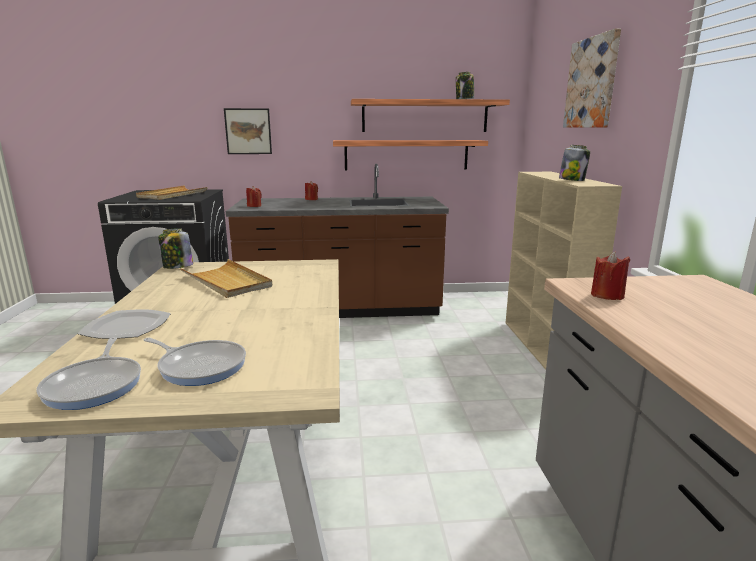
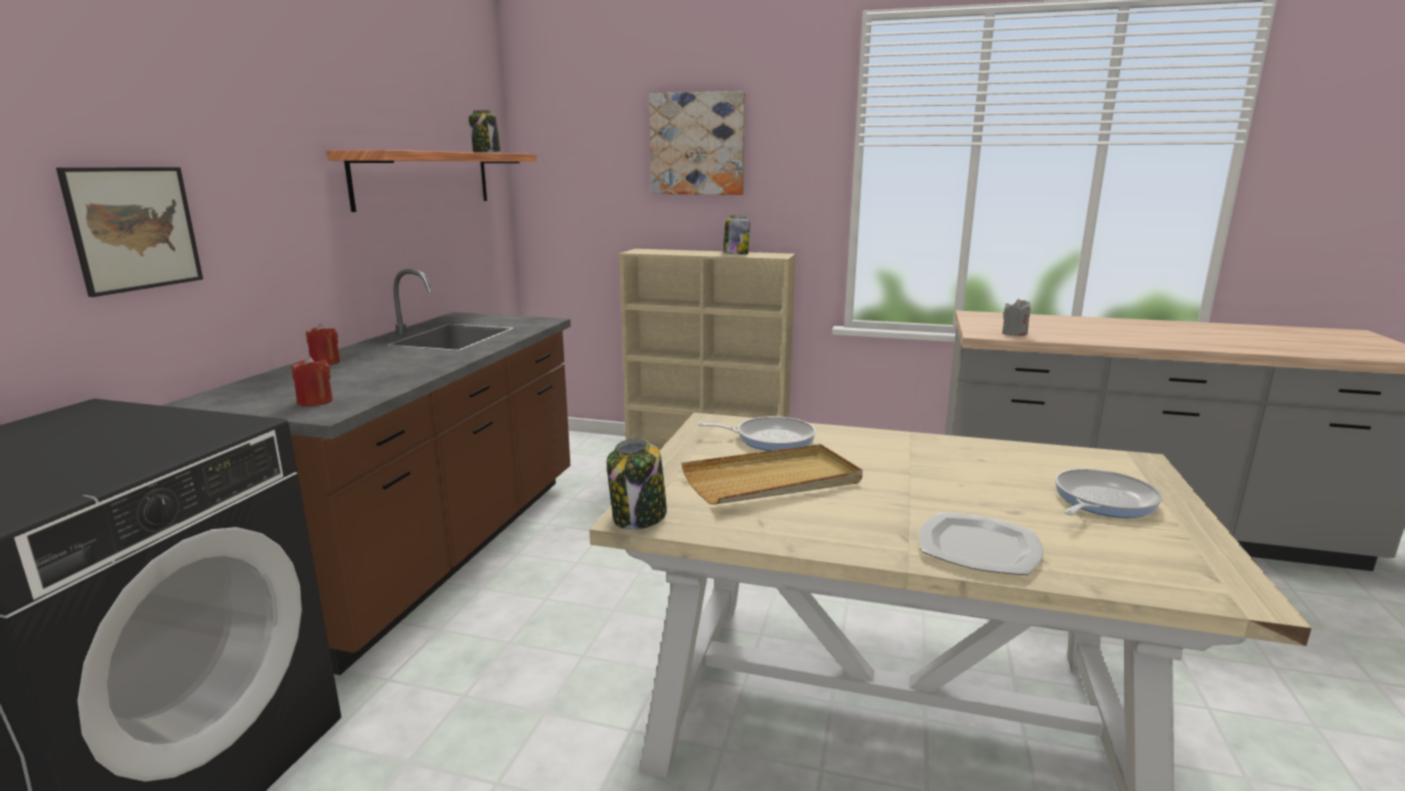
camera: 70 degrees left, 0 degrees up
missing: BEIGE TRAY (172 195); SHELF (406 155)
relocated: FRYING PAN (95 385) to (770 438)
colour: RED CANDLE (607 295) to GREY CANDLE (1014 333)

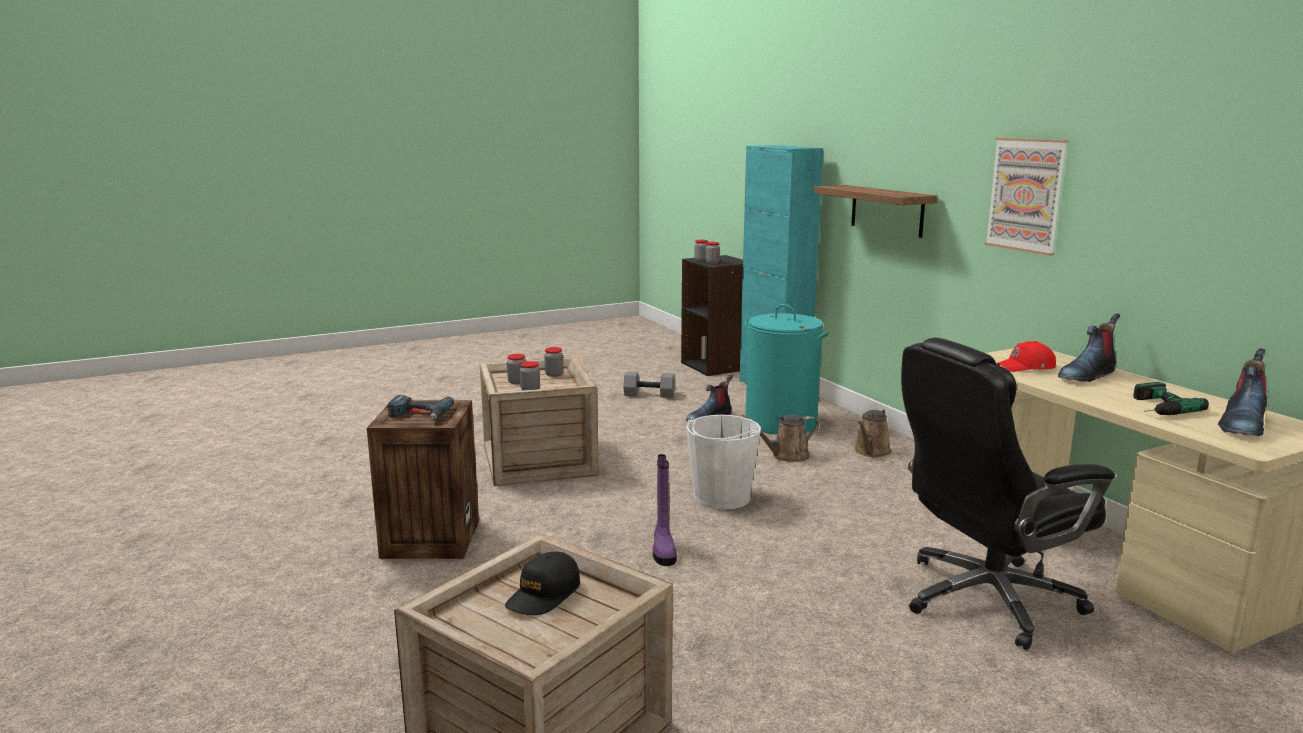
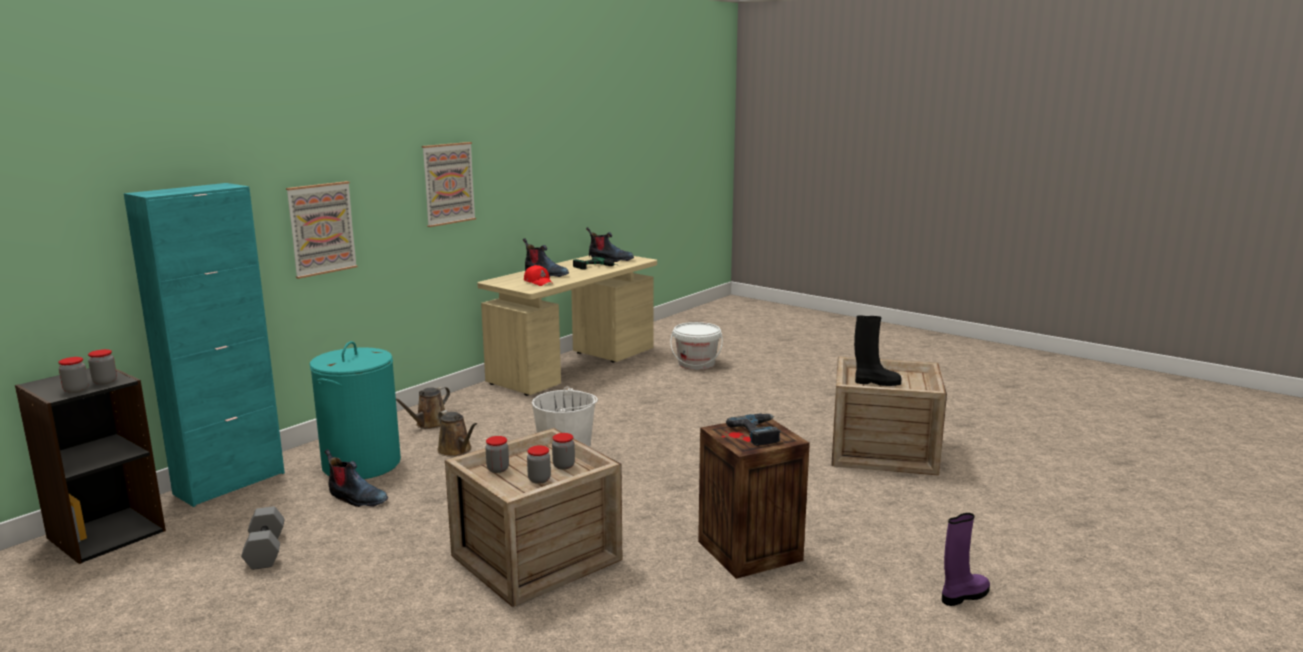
camera: 115 degrees left, 0 degrees up
missing: BLACK OFFICE CHAIR (985 599)
appeared: WHITE BUCKET (696 364)
relocated: PURPLE BOOT (663 550) to (963 596)
exchanged: SHELF (887 210) to PICTURE (321 228); BLACK CAP (543 595) to BLACK BOOT (876 382)
spun: BROWN WATERING CAN (871 452) = (429 424) 120 degrees clockwise

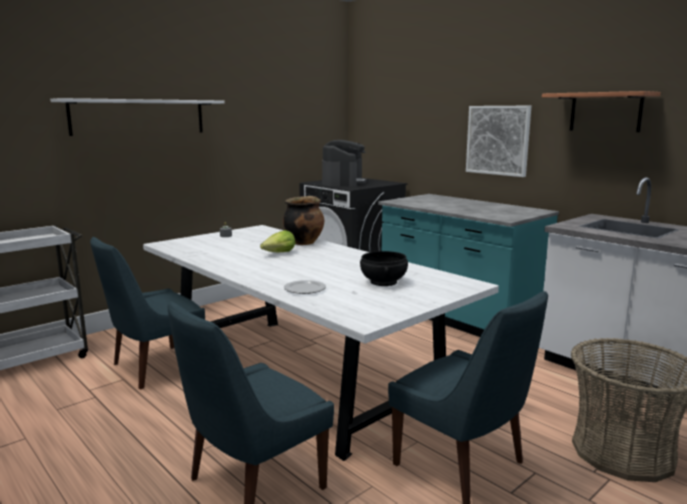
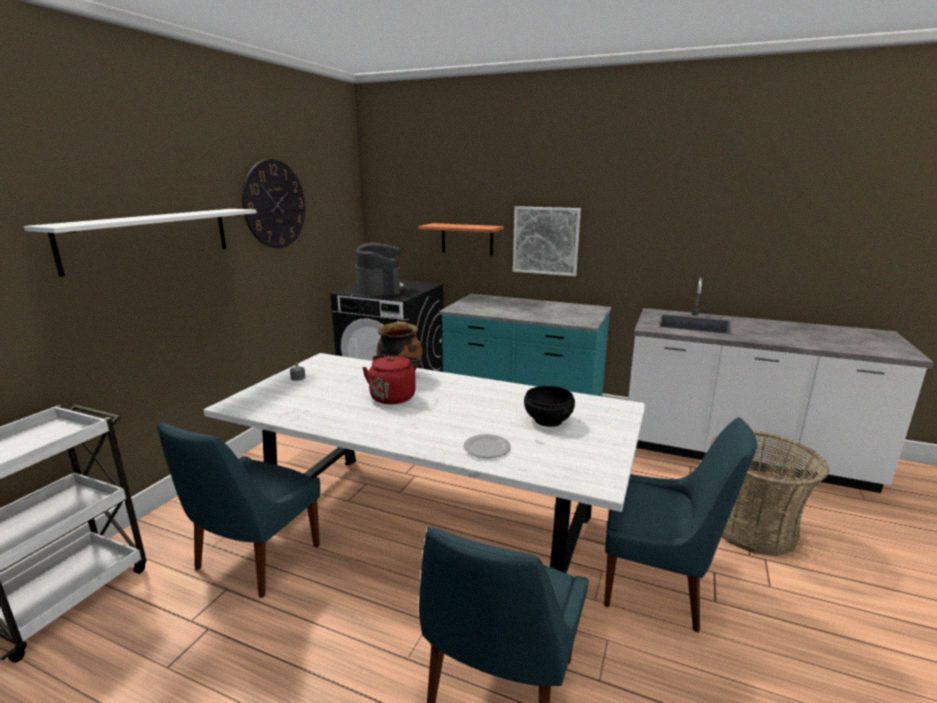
camera: 25 degrees left, 5 degrees up
appeared: WALL CLOCK (274 204)
relocated: SHELF (605 112) to (467 239)
exchanged: LETTUCE (279 253) to RED KETTLE (394 396)

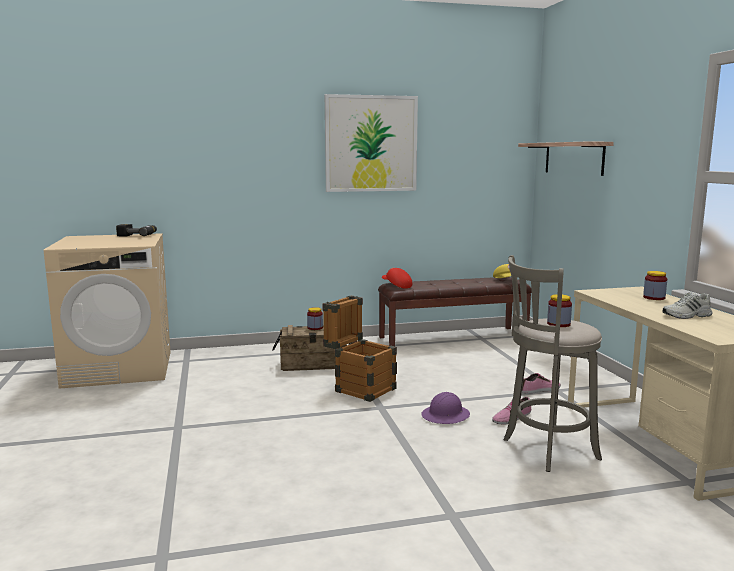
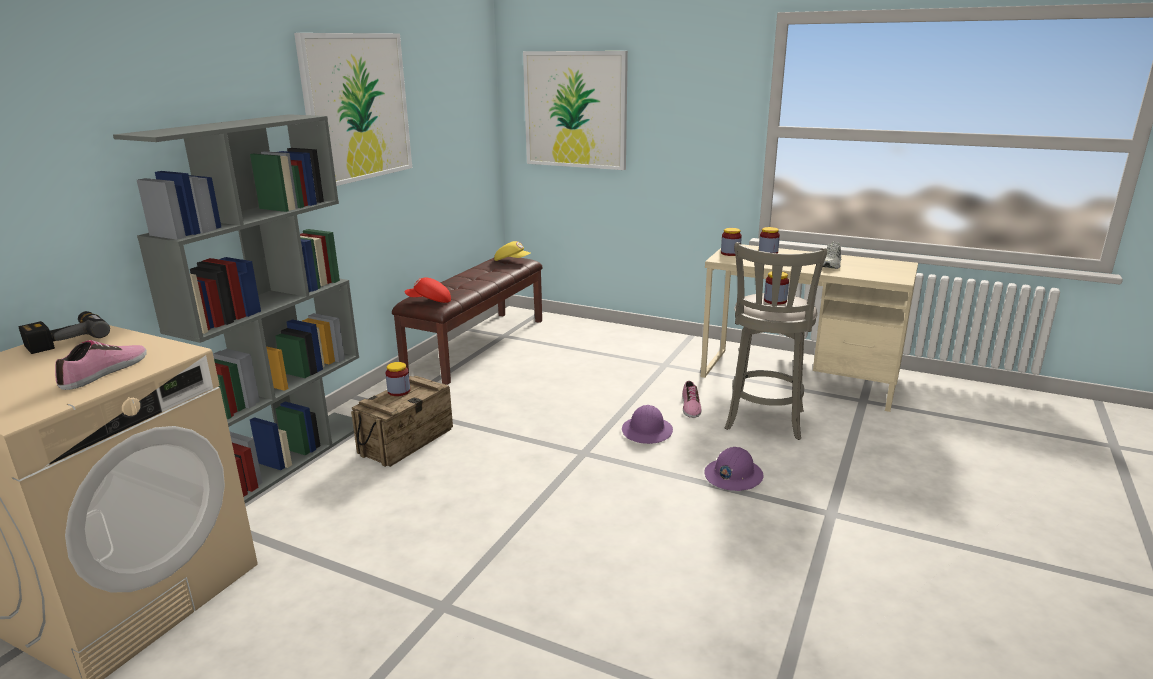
camera: 50 degrees left, 10 degrees up
missing: CRATE (360 388)
appeared: GREY BOOKCASE (290 456); PURPLE HARD HAT (733 476); JAR (730 253)
relocated: SHOE (540 390) to (105 372)
exchanged: SHELF (573 158) to PICTURE (575 110)

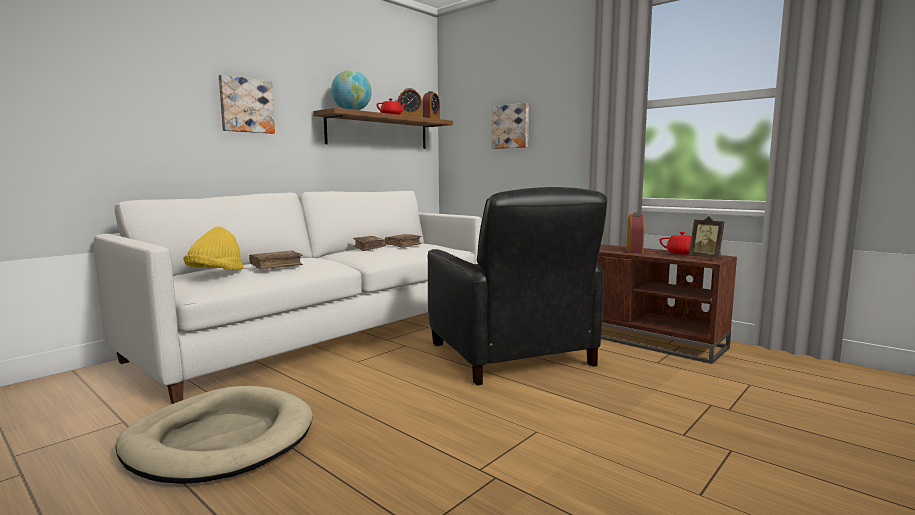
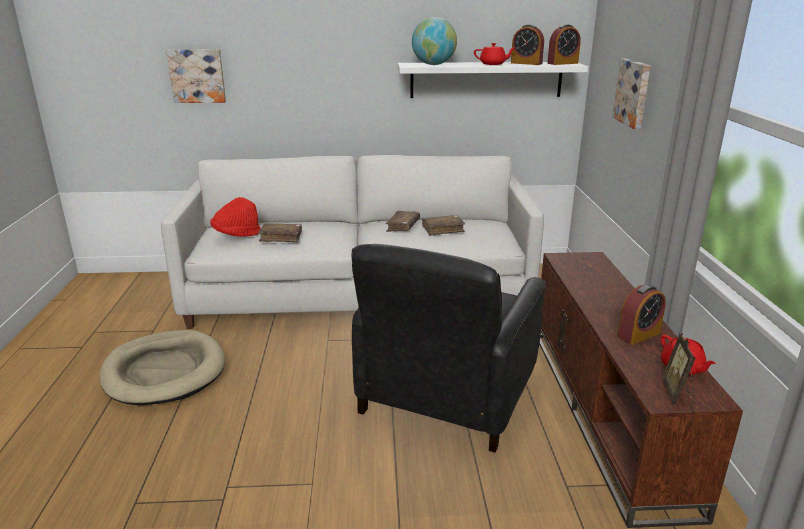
camera: 45 degrees right, 15 degrees up
relocated: PICTURE (246 105) to (197 76)
colour: YELLOW HAT (215 273) to RED HAT (236 235); BROWN SHELF (378 132) to WHITE SHELF (486 79)

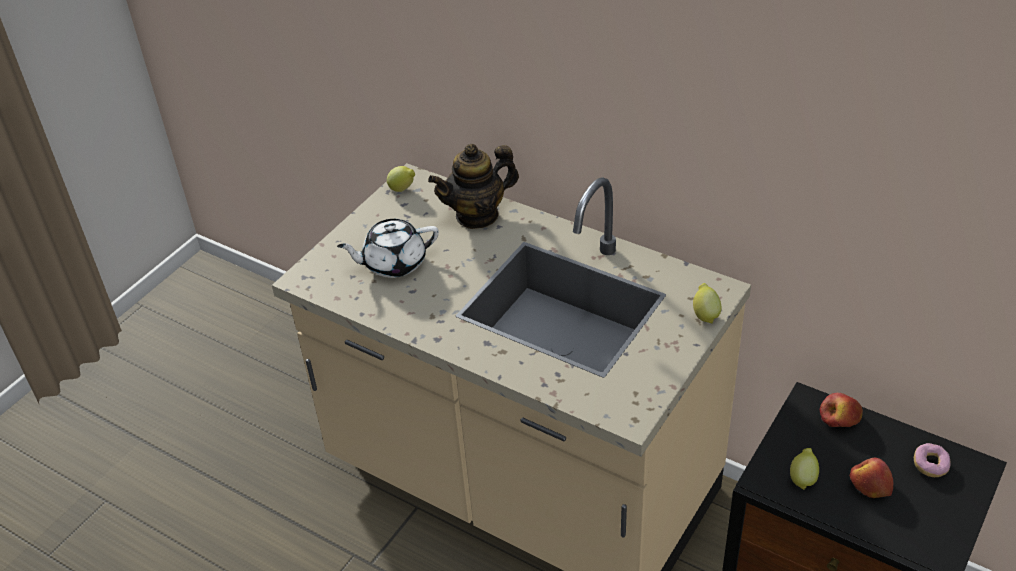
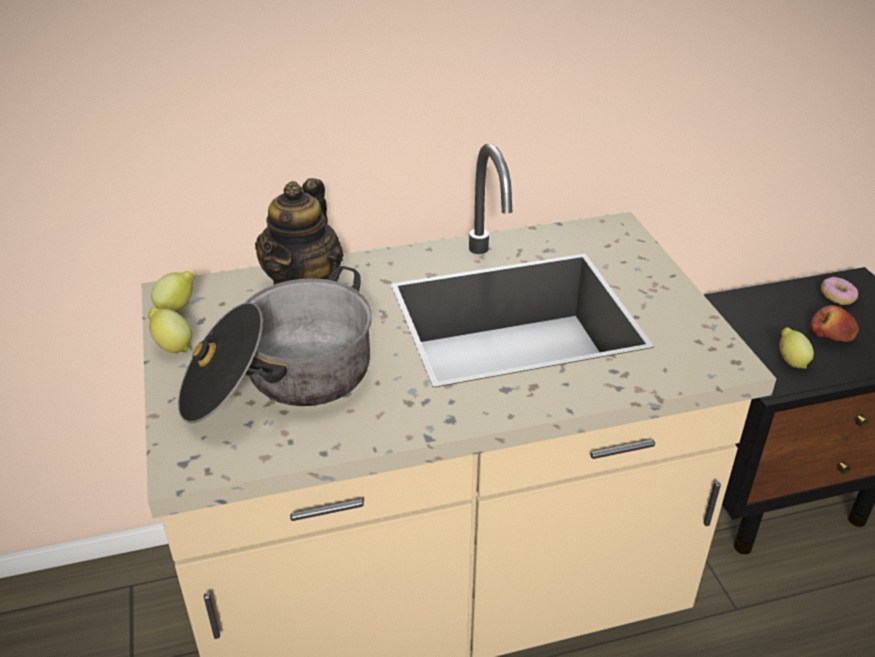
camera: 50 degrees left, 5 degrees down
missing: APPLE (839 418)
relocated: LEMON (705 314) to (172 346)
exchanged: WHITE TEAPOT (393 263) to COOKING POT (280 380)

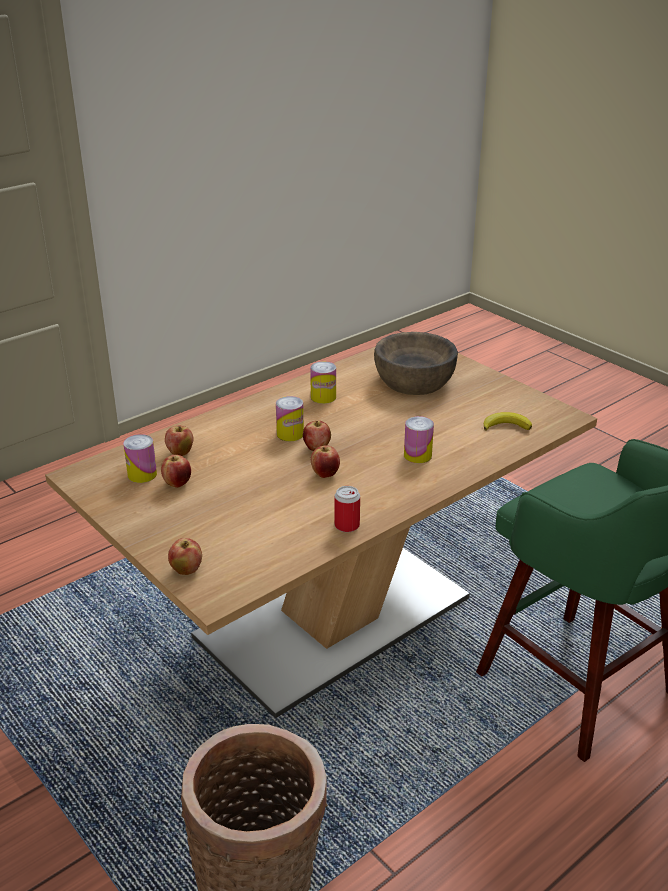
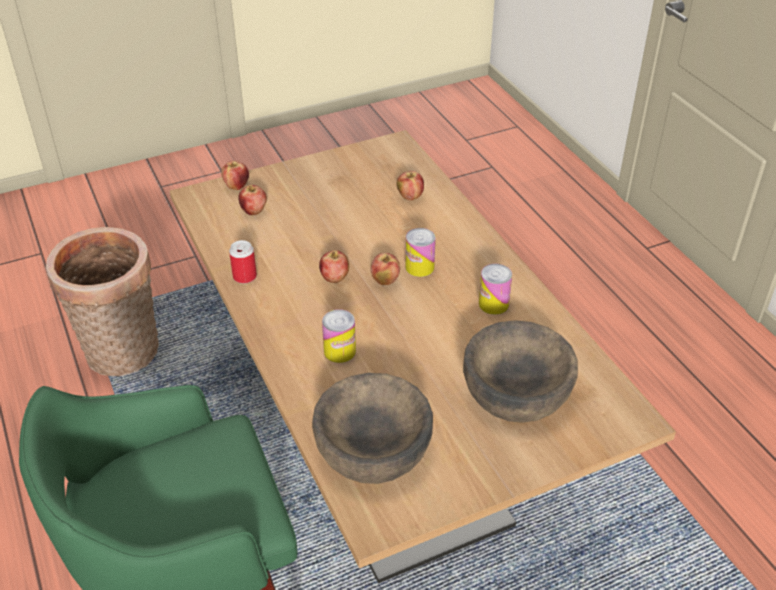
camera: 105 degrees right, 10 degrees up
missing: CAN (142 474)
relocated: APPLE (177 483) to (253 211)
exchanged: BANANA (506 425) to BROWN BOWL (373 449)

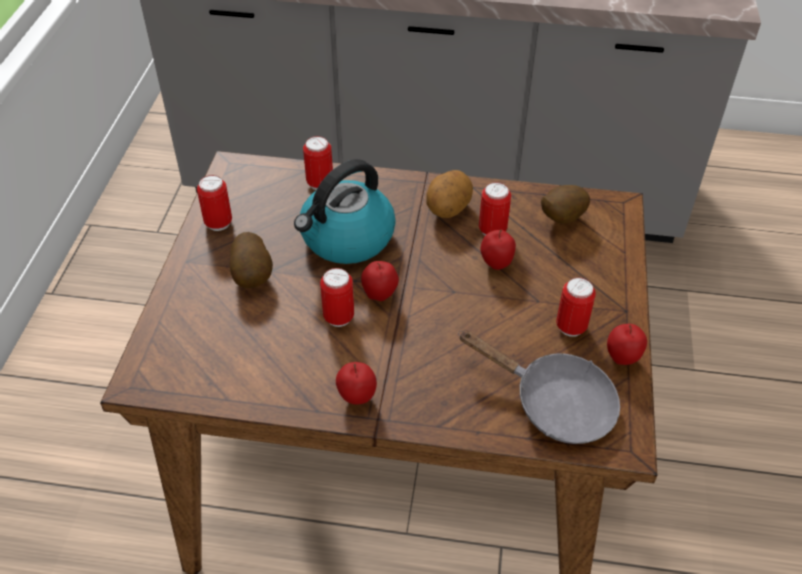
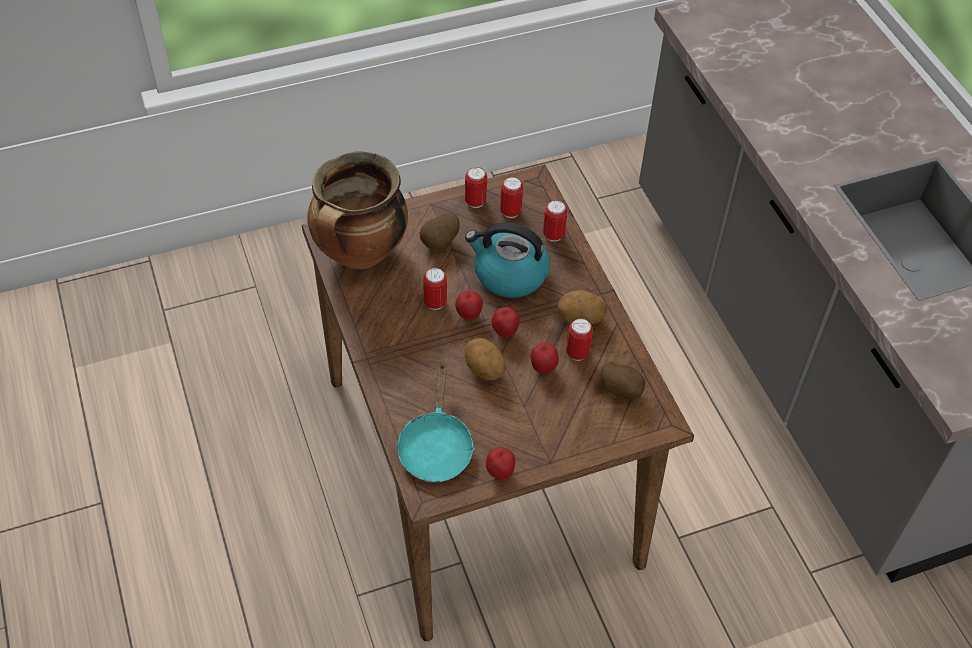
camera: 60 degrees right, 5 degrees up
appeared: COOKING POT (360 254); POTATO (484 370)
relocated: APPLE (357 398) to (504 332); CAN (571 327) to (510 212)
colour: GREY FRYING PAN (554 403) to TURQUOISE FRYING PAN (436 446)

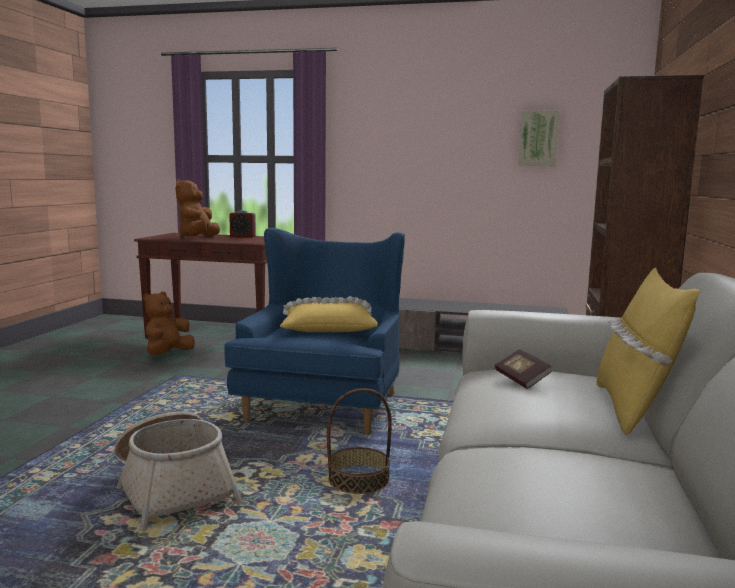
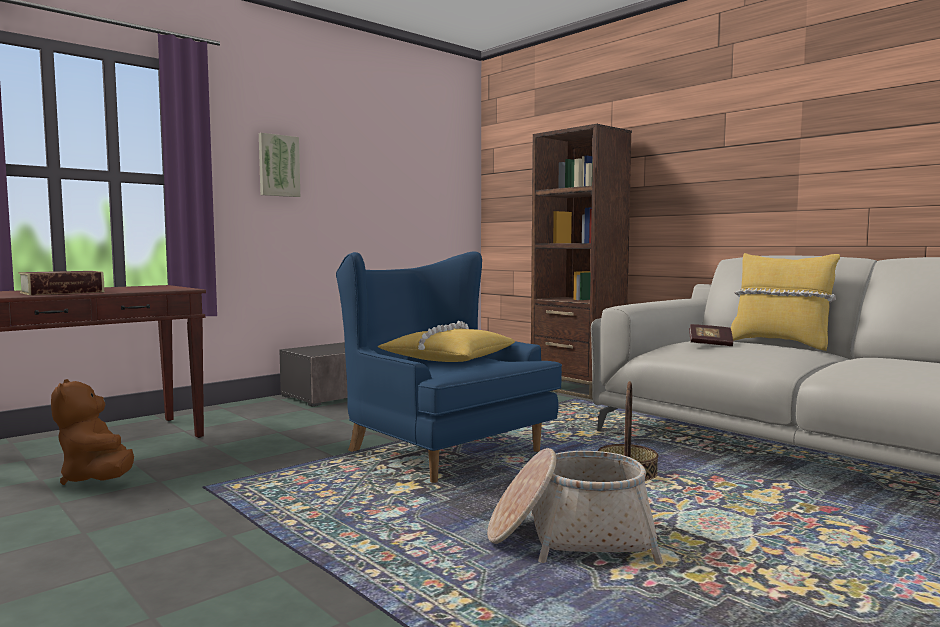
camera: 55 degrees left, 5 degrees down
missing: ALARM CLOCK (243 236)
relocated: PICTURE (538 138) to (278 166)
exchanged: BROWN PLUSH TOY (198 238) to BOOK (62 292)

